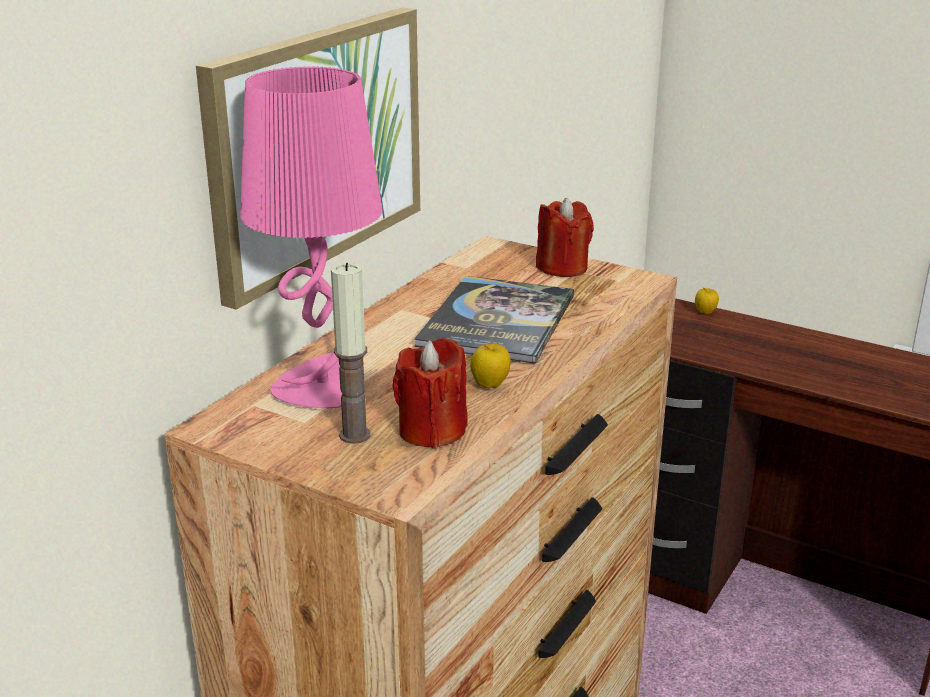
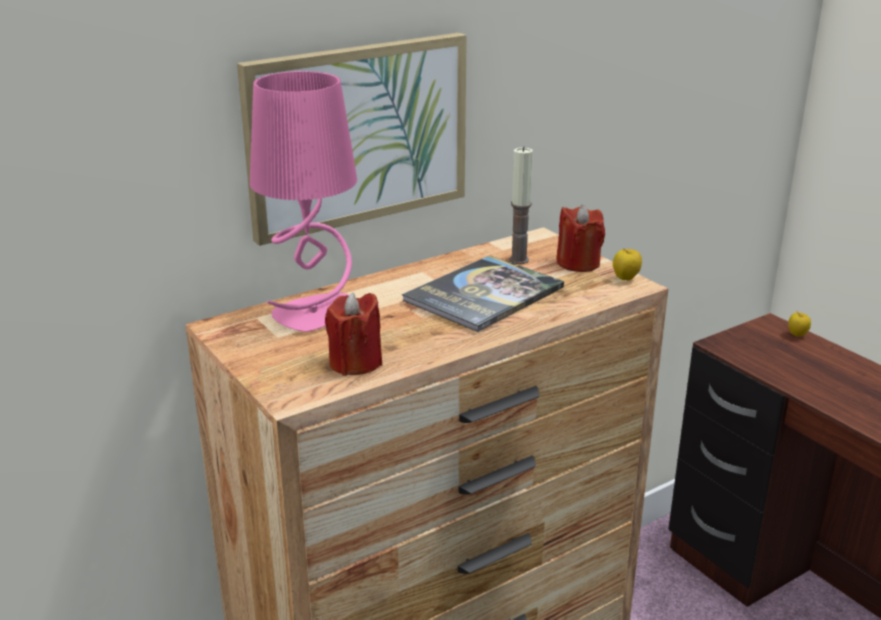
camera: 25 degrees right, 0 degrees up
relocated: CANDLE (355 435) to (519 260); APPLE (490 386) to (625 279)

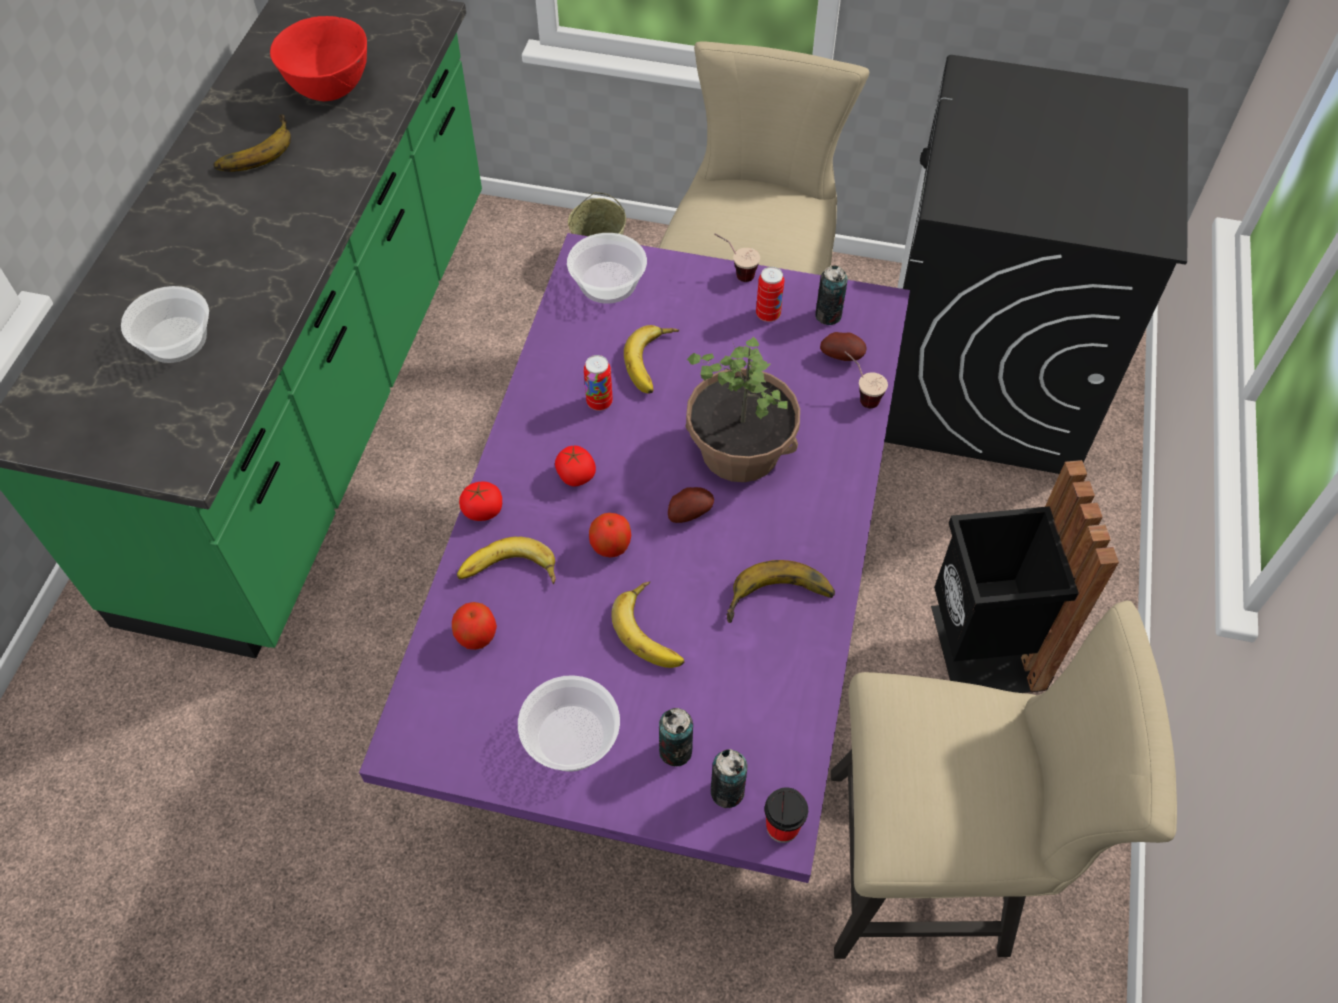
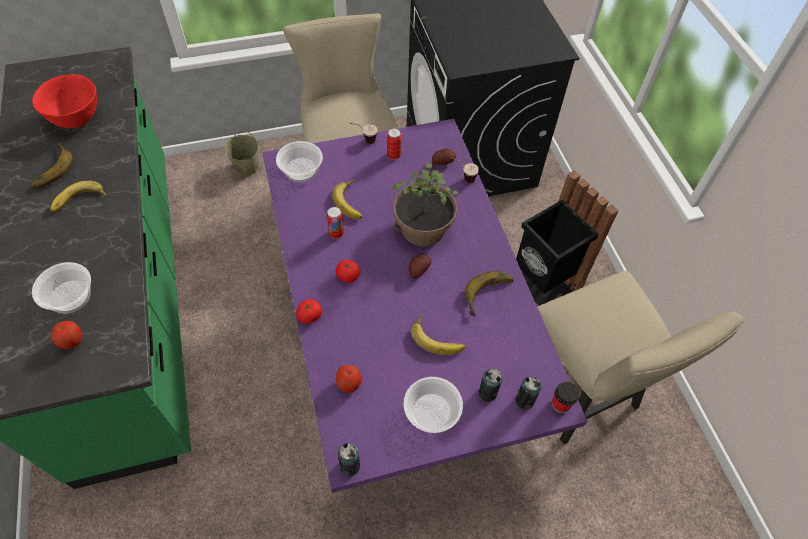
camera: 30 degrees left, 0 degrees up
relocated: BANANA (508 574) to (80 202); APPLE (610 546) to (72 341); CAN (828 315) to (350 466)
spun: BEIGE CHAIR (934 866) = (581 395) 90 degrees clockwise

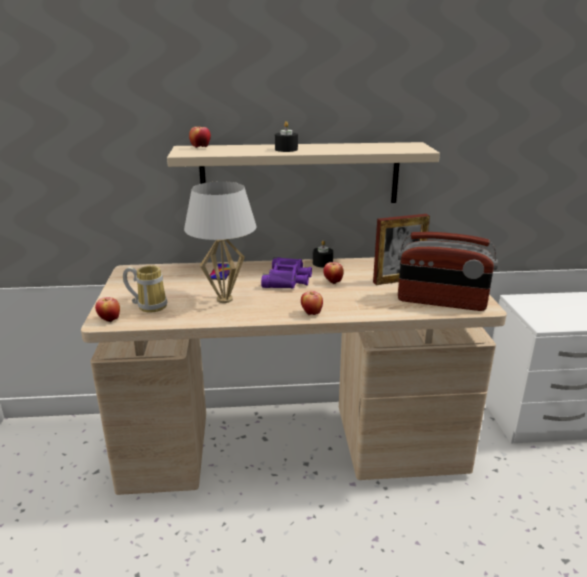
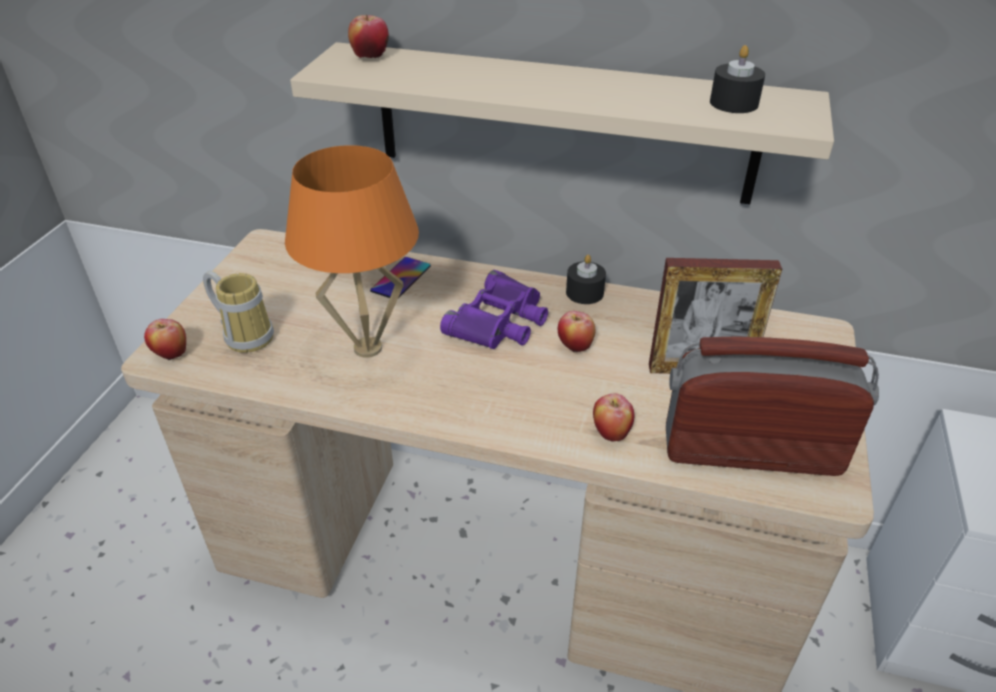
camera: 20 degrees right, 15 degrees up
relocated: APPLE (311 313) to (610 433); BLACK CANDLE (286 149) to (733 103)
colour: WHITE TABLE LAMP (225 299) to ORANGE TABLE LAMP (368 348)
spun: RADIO (441 302) = (751 451) 150 degrees clockwise

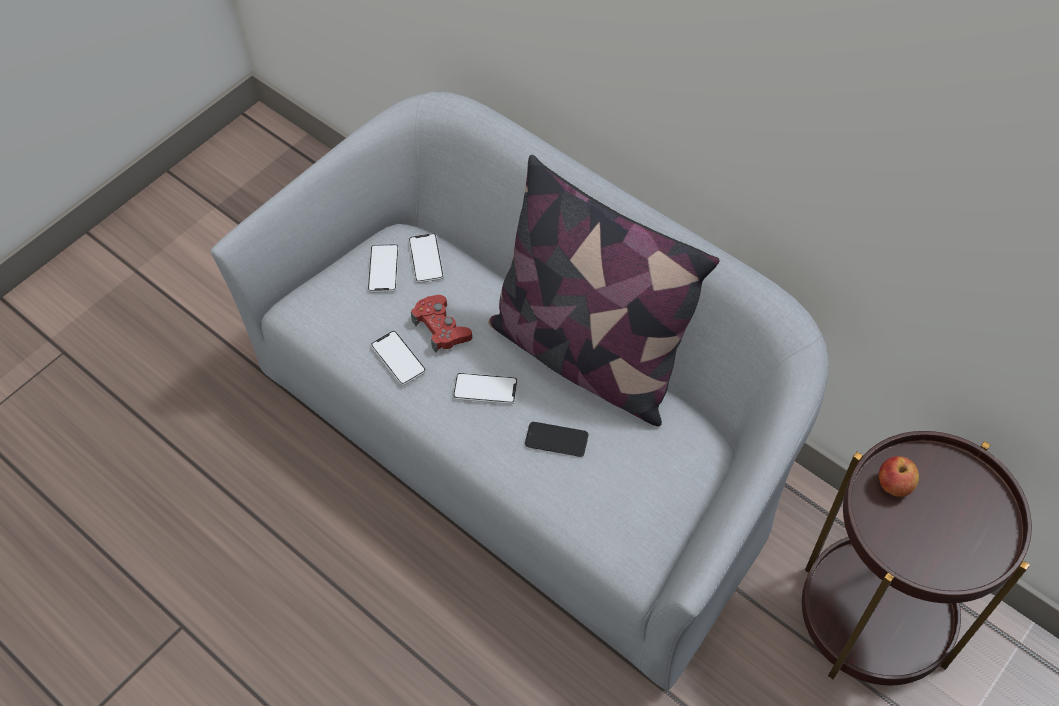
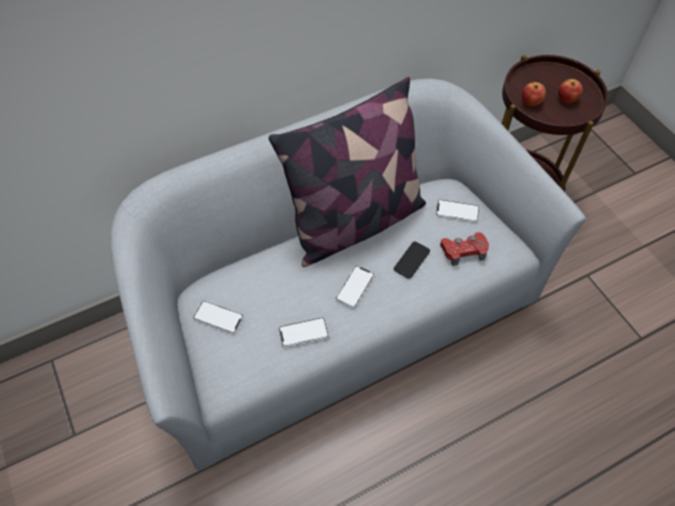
camera: 70 degrees left, 0 degrees up
appeared: APPLE (567 99)
relocated: PHONE (426 259) to (457 211); RED GAME CONTROLLER (441 328) to (463 251)

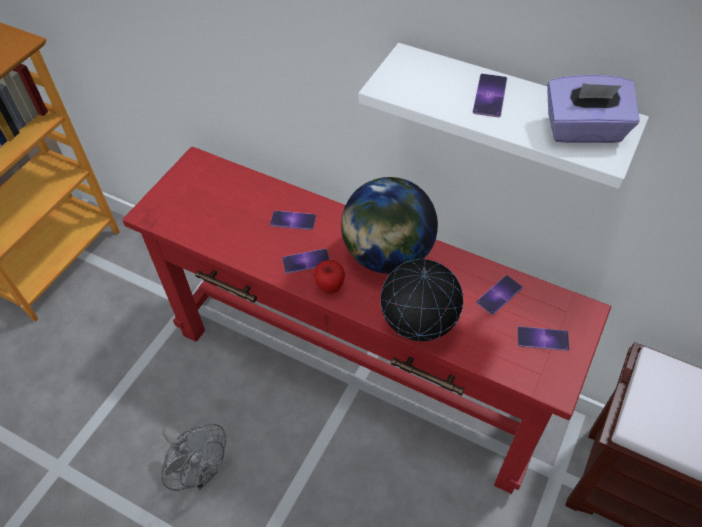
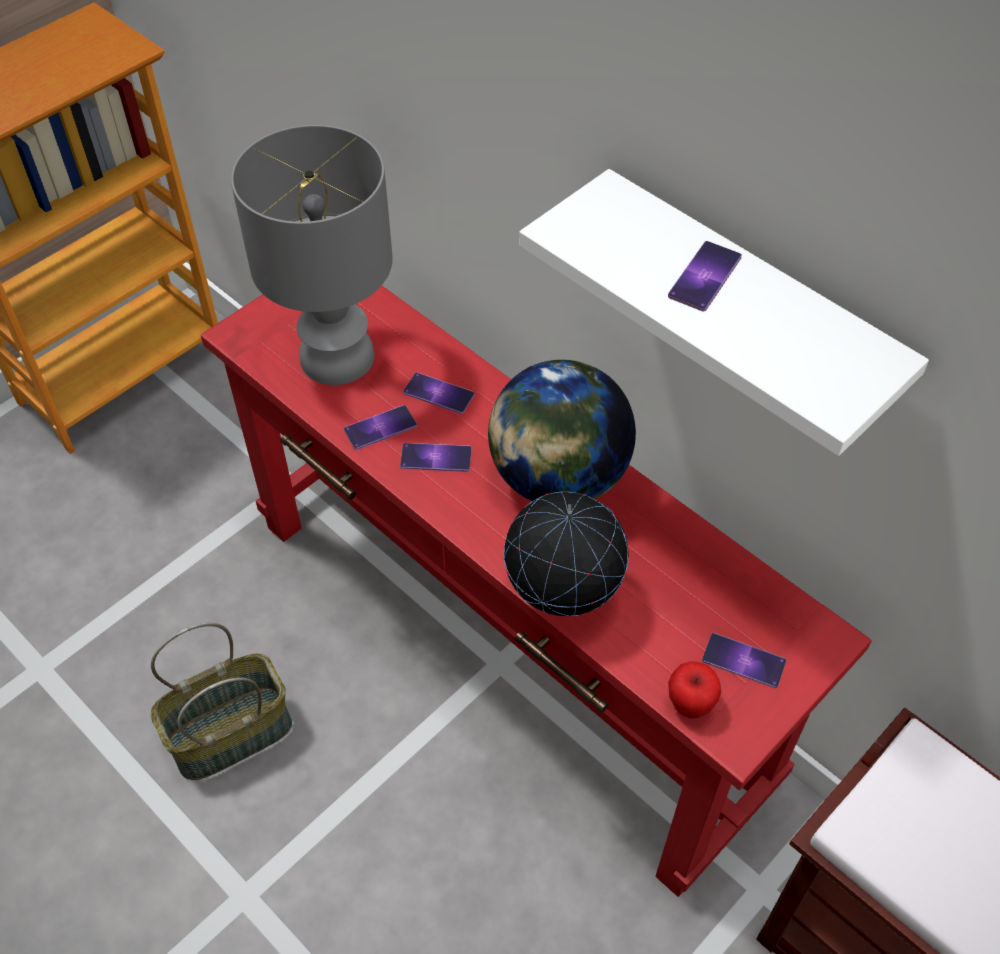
camera: 15 degrees right, 0 degrees up
missing: PURPLE TISSUE BOX (584 130)
appeared: GREY TABLE LAMP (335 357)
relocated: PHONE (499 295) to (380 428); APPLE (330 287) to (690 704)
exchanged: GREY FAN (201 472) to BASKET (231 732)

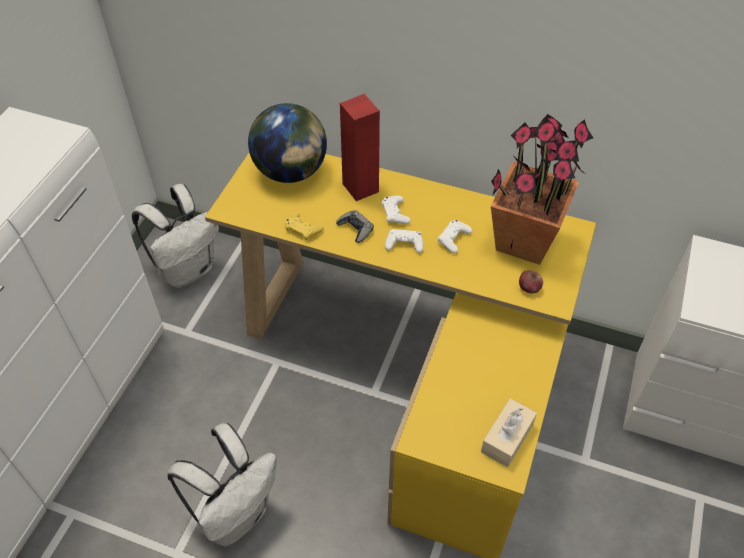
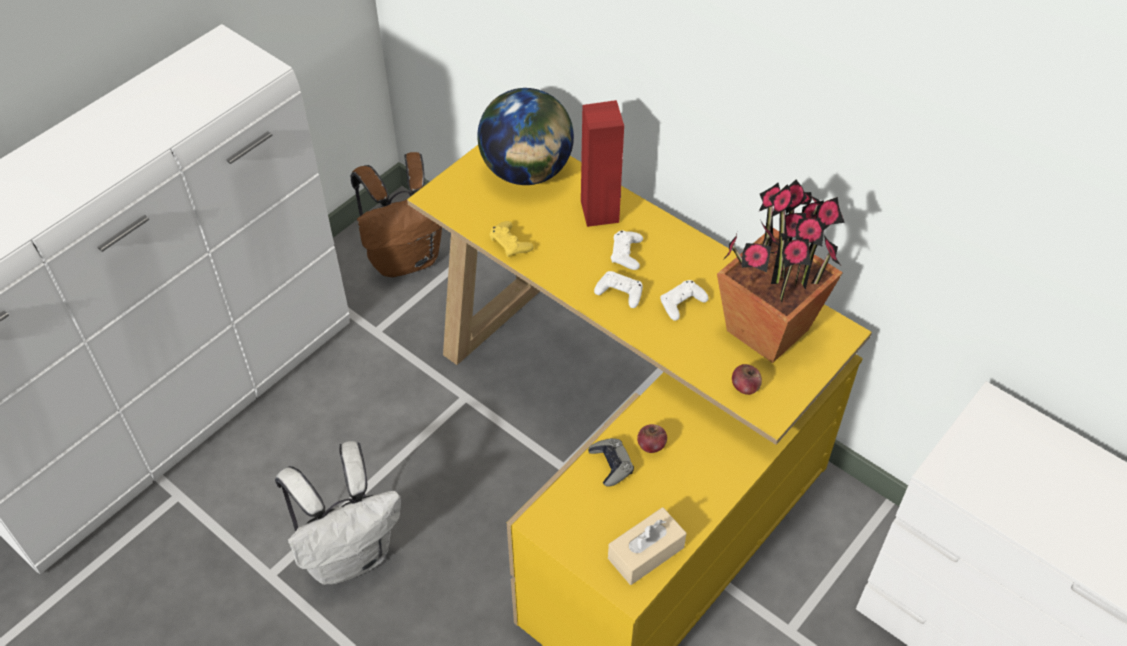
camera: 20 degrees right, 0 degrees up
appeared: APPLE (651 445)
relocated: GREY GAME CONTROLLER (355 229) to (611 464)
colour: WHITE BACKPACK (188 269) to BROWN BACKPACK (406 258)

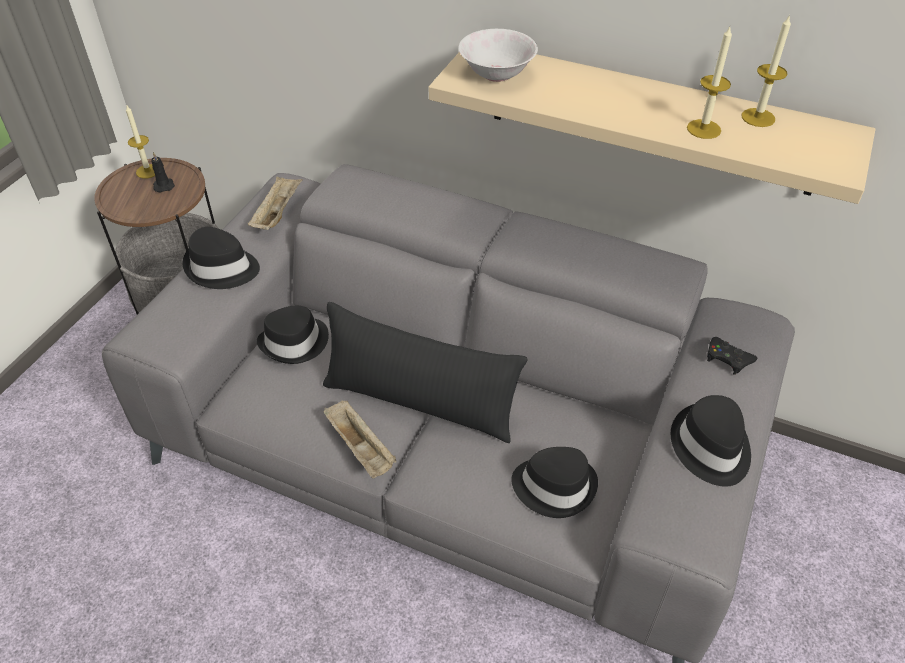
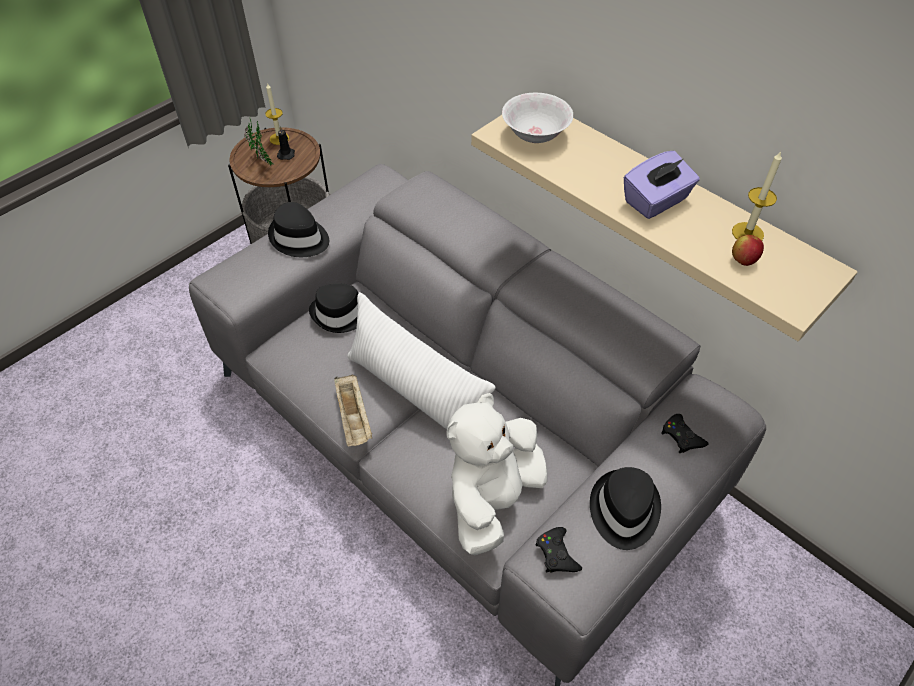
camera: 20 degrees right, 5 degrees up
missing: BEIGE TRAY (277 213); CANDLE (703 129)
appeared: POTTED PLANT (262 161); BLACK GAME CONTROLLER (556 554); PURPLE TISSUE BOX (656 201); APPLE (743 260)
exchanged: BLACK HAT (554 486) to WHITE PLUSH TOY (492 498)
colour: BLACK PILLOW (420 402) to WHITE PILLOW (416 394)

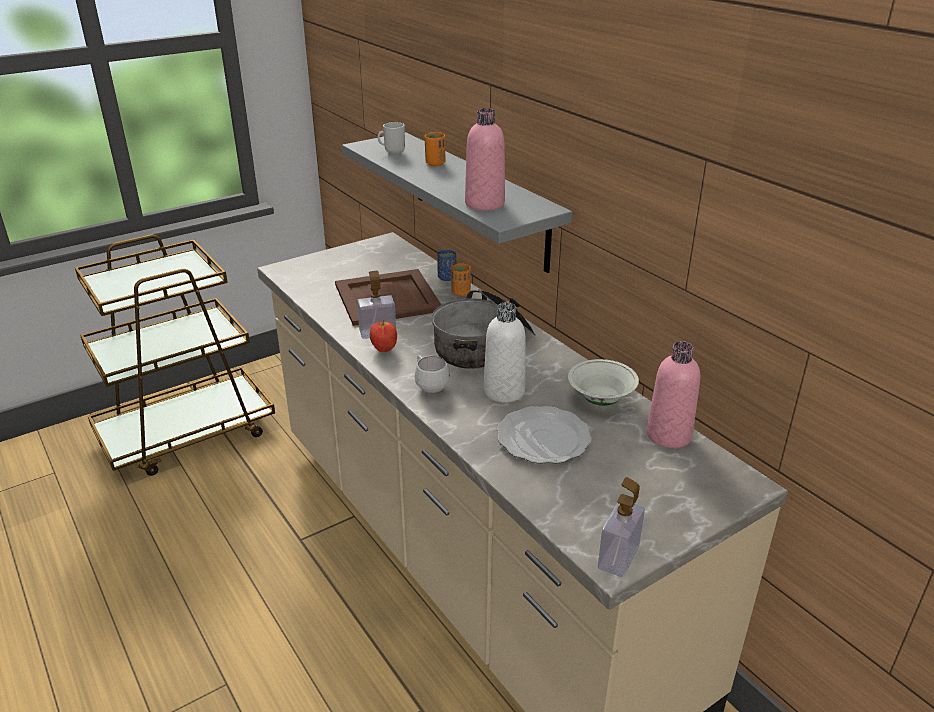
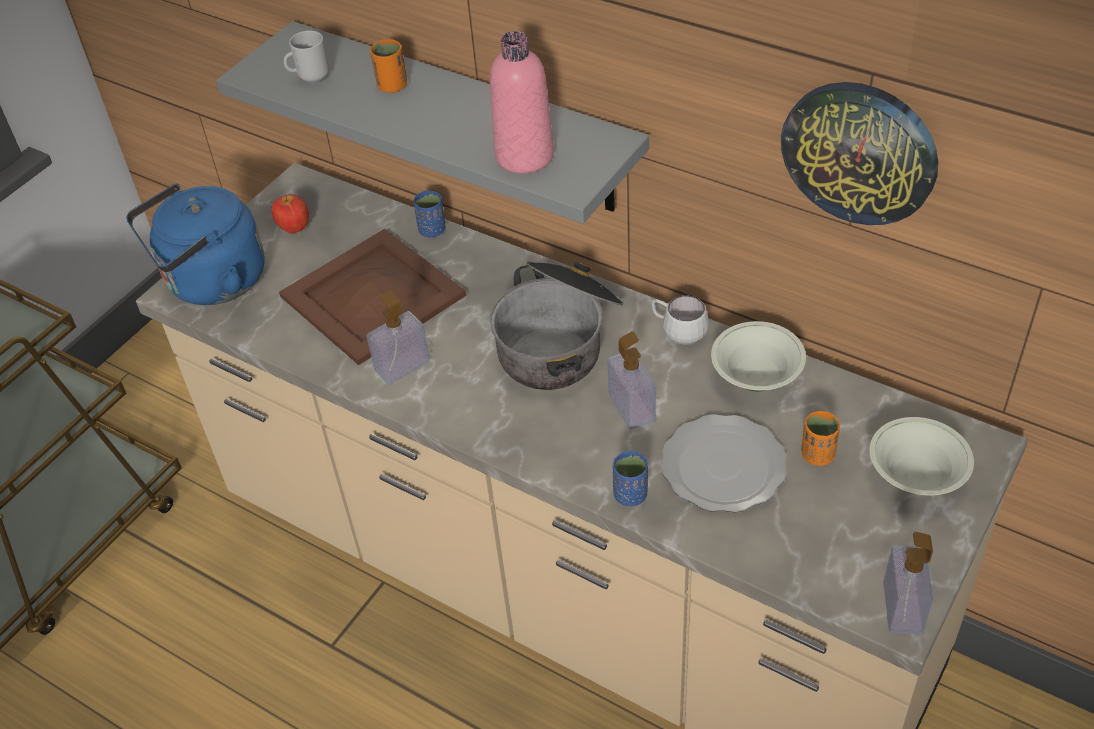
camera: 20 degrees left, 15 degrees up
missing: PINK BOTTLE (668 435)
appeared: BLUE KETTLE (211 283); BLUE CUP (630 495); WALL CLOCK (859 152); WHITE BOWL (915 479)
relocated: APPLE (383 349) to (294 229); WHITE MUG (429 384) to (678 332); ORANGE CUP (461 292) to (817 455)
exchanged: WHITE BOTTLE (504 391) to SOAP DISPENSER (631 408)

